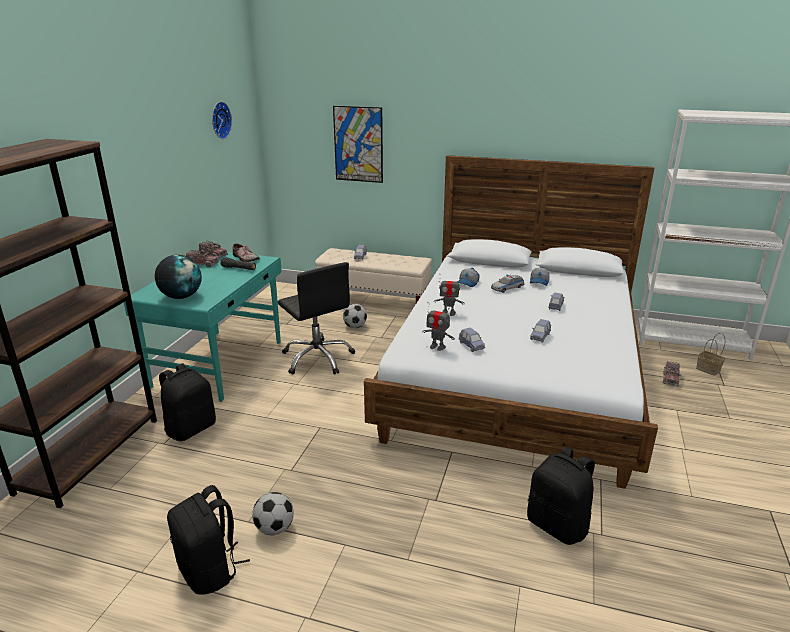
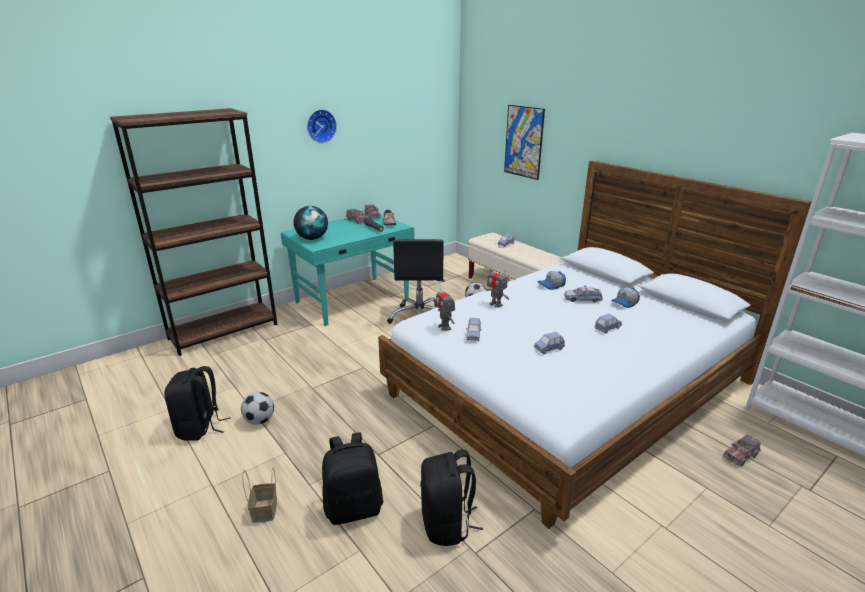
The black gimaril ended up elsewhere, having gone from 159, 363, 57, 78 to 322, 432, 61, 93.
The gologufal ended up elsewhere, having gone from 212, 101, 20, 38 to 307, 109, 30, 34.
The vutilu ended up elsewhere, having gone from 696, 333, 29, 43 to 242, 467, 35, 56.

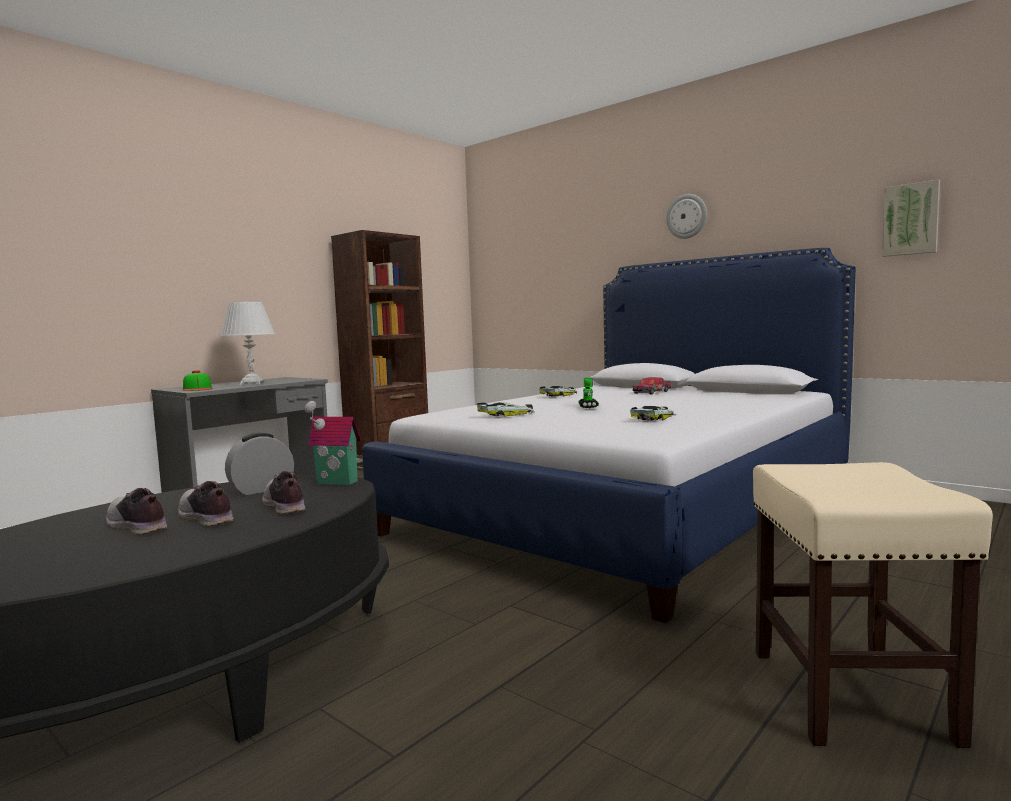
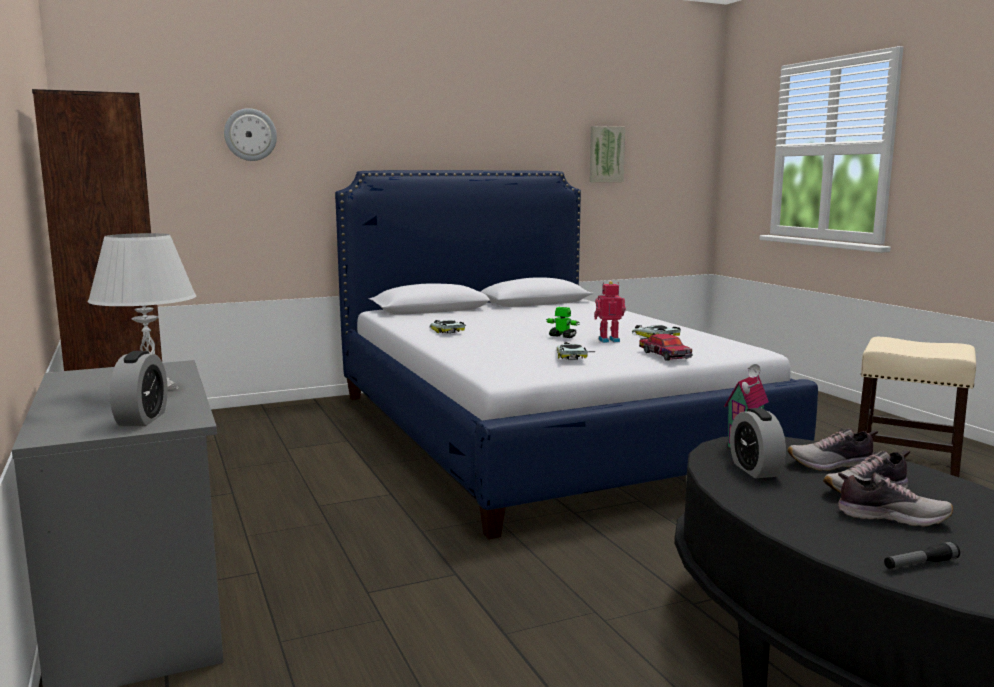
The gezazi at 106, 488, 62, 47 ended up facing another way, 135 degrees counterclockwise from before.
Where the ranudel stood at 182, 370, 31, 21, the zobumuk came to stand at 110, 351, 58, 75.
The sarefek ended up elsewhere, having gone from 633, 377, 38, 18 to 639, 334, 54, 27.
The gologufal ended up elsewhere, having gone from 666, 194, 41, 45 to 224, 108, 53, 53.
The second view gained the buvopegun at 594, 281, 32, 62.
The second view gained the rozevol at 884, 542, 76, 27.

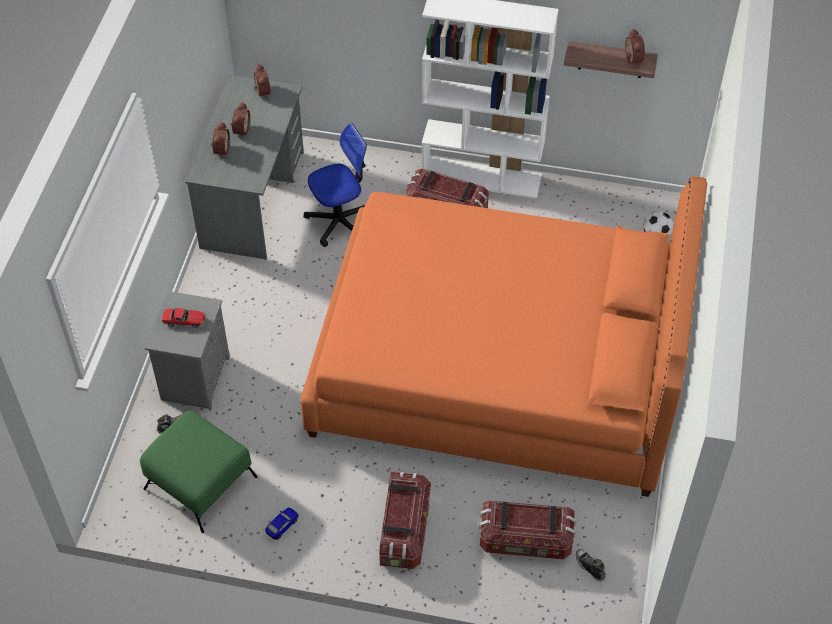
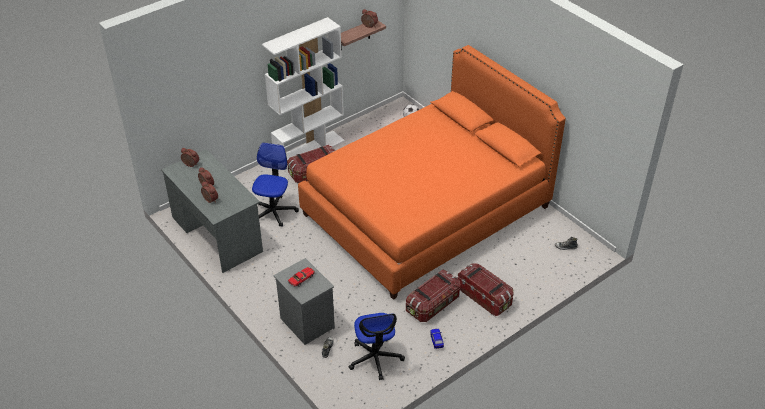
Where the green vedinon stood at 140, 410, 117, 123, the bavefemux came to stand at 349, 313, 56, 67.
The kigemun ended up elsewhere, having gone from 479, 501, 97, 58 to 406, 270, 54, 52.

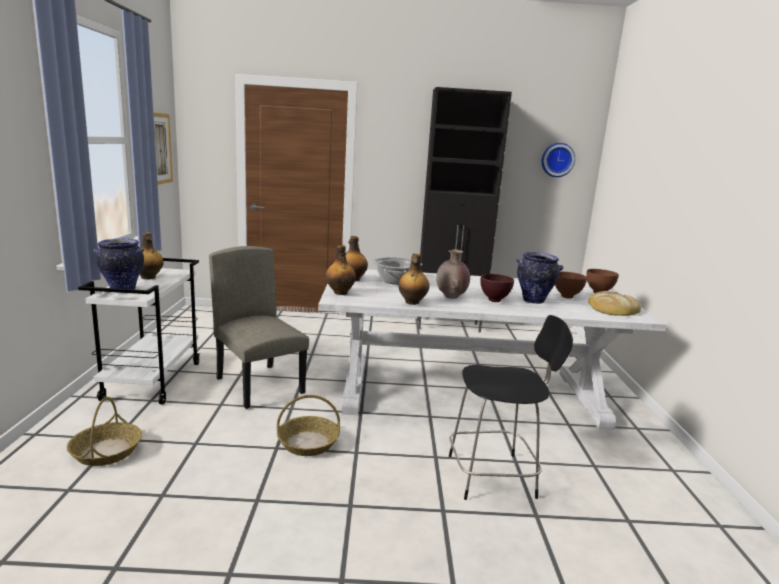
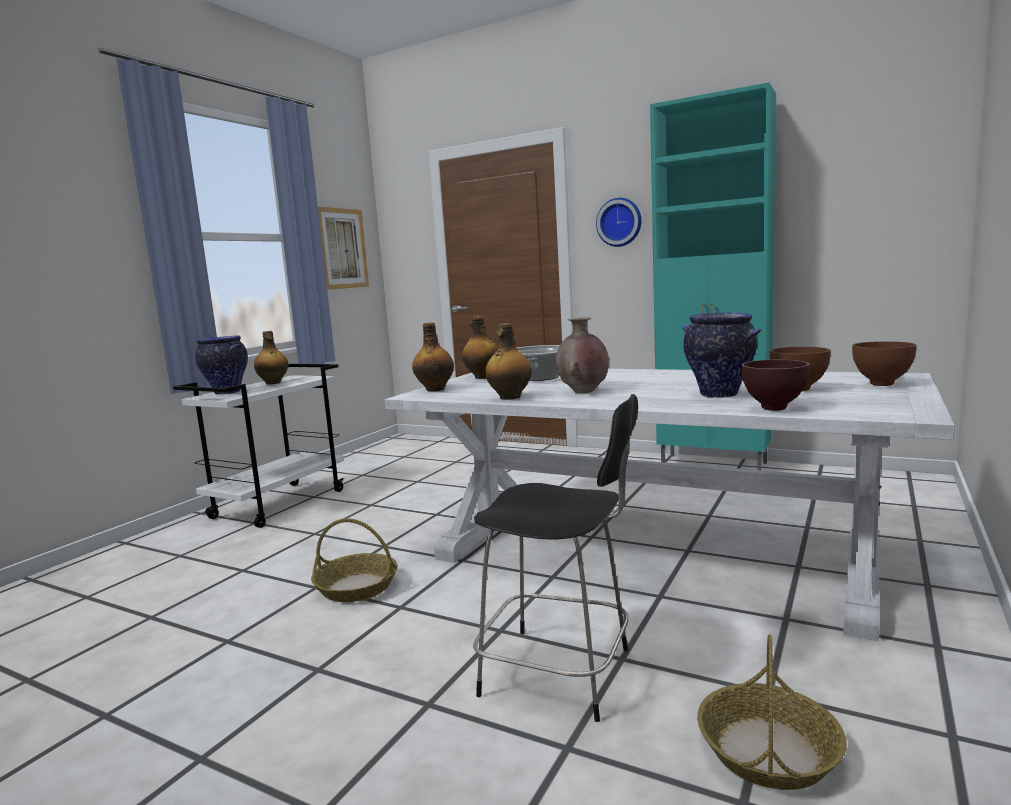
The vutilu ended up elsewhere, having gone from 67, 397, 75, 69 to 697, 634, 150, 156.
The second view lost the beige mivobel at 209, 246, 100, 163.
What was the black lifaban at 417, 87, 95, 246 turned into the turquoise lifaban at 650, 83, 126, 387.
The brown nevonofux ended up elsewhere, having gone from 480, 274, 34, 28 to 741, 360, 68, 51.
The gologufal ended up elsewhere, having gone from 542, 143, 33, 34 to 596, 198, 46, 49.
The second view lost the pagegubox at 588, 291, 53, 25.

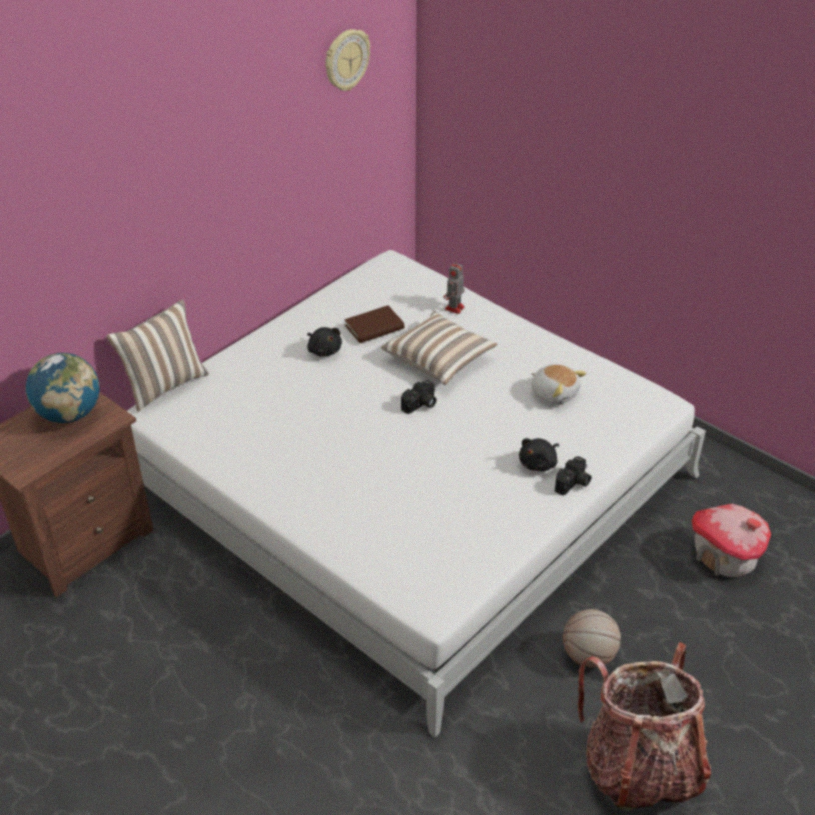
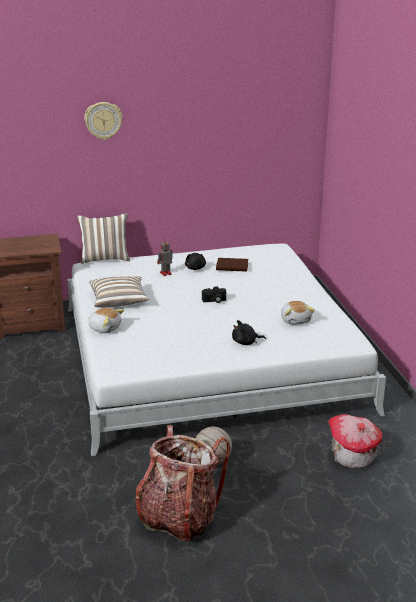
The second view lost the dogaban at 26, 353, 73, 70.
The gologufal ended up elsewhere, having gone from 325, 29, 45, 62 to 84, 102, 38, 38.
The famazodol ended up elsewhere, having gone from 381, 311, 117, 74 to 89, 276, 60, 32.
The buvopegun ended up elsewhere, having gone from 444, 262, 21, 52 to 157, 239, 16, 37.
The second view lost the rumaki at 555, 456, 37, 40.
The second view gained the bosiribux at 88, 308, 36, 25.

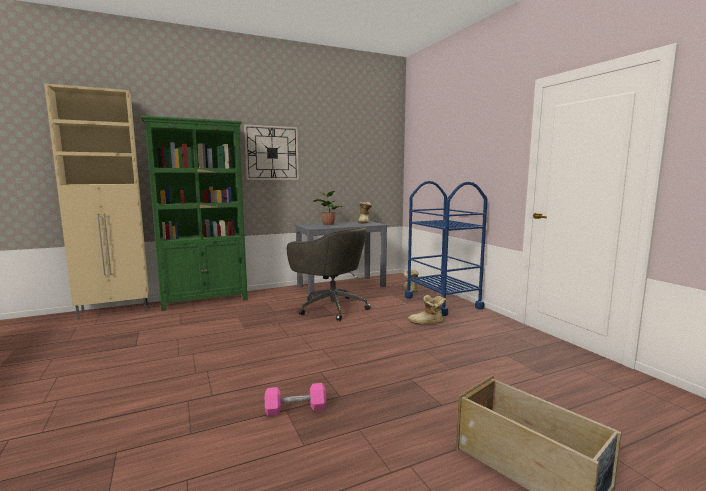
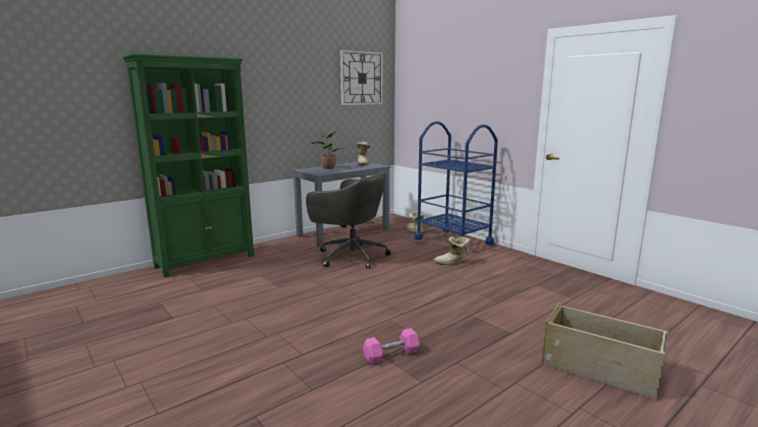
The second view lost the beige lifaban at 44, 83, 105, 237.
The gologufal ended up elsewhere, having gone from 244, 124, 55, 56 to 340, 50, 43, 55.

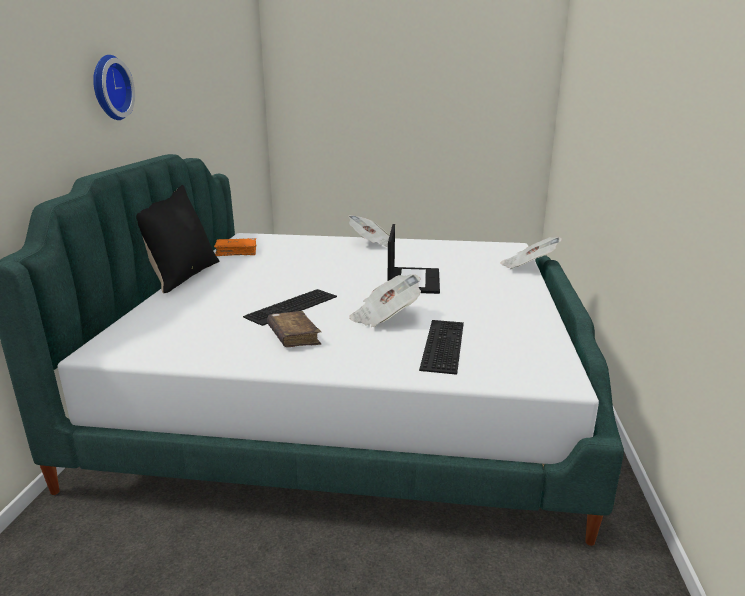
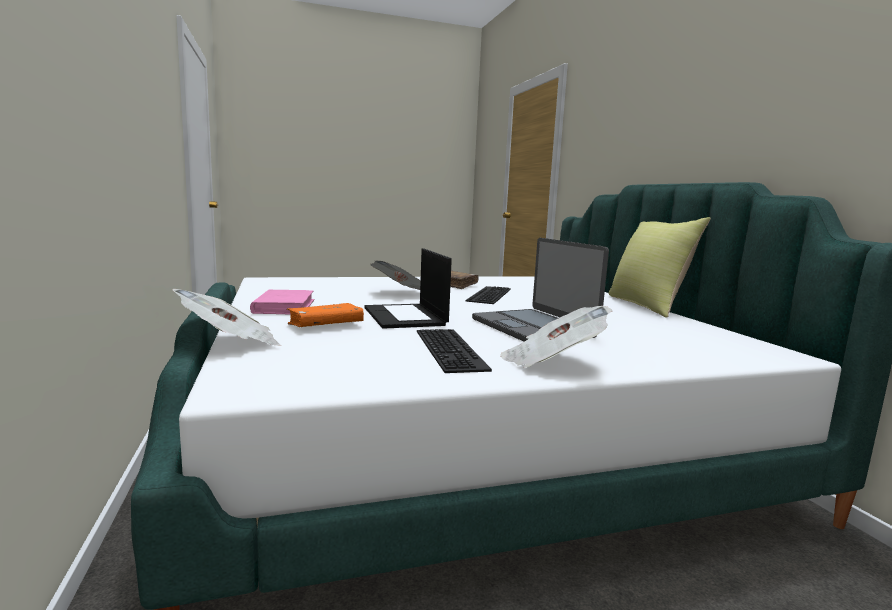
The second view lost the gologufal at 93, 55, 42, 65.
What was the black famazodol at 136, 185, 83, 108 turned into the yellow famazodol at 608, 217, 103, 101.
The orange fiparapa ended up elsewhere, having gone from 214, 238, 42, 18 to 287, 303, 77, 24.
The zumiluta ended up elsewhere, having gone from 419, 320, 45, 55 to 417, 329, 75, 44.
The second view gained the pink fiparapa at 250, 290, 64, 25.
The second view gained the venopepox at 472, 238, 137, 104.

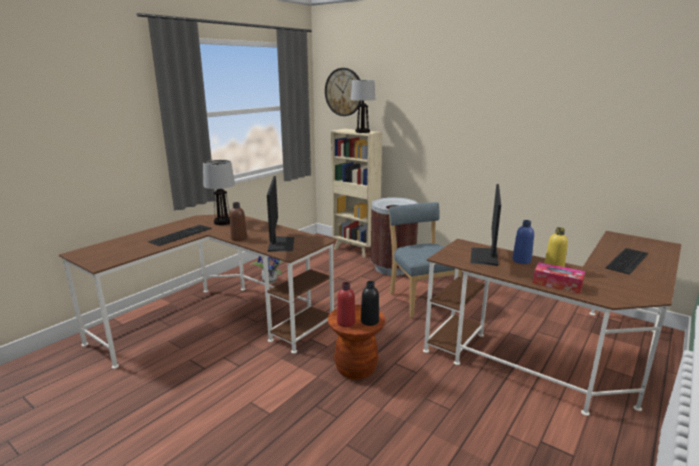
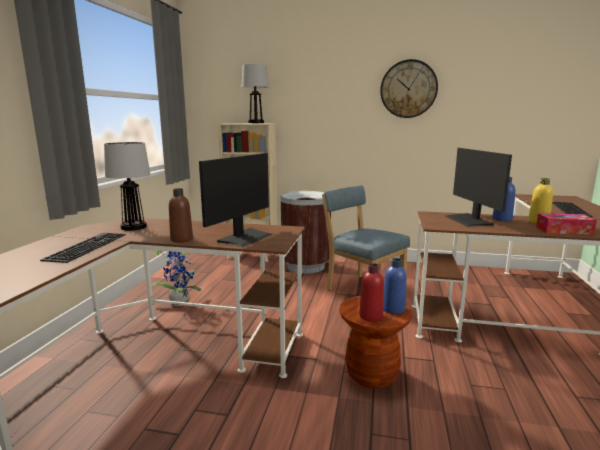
The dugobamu at 267, 176, 27, 76 ended up facing another way, 60 degrees clockwise from before.
The gologufal ended up elsewhere, having gone from 325, 68, 37, 48 to 380, 59, 58, 59.
What was the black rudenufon at 361, 281, 18, 45 turned into the blue rudenufon at 383, 258, 23, 56.

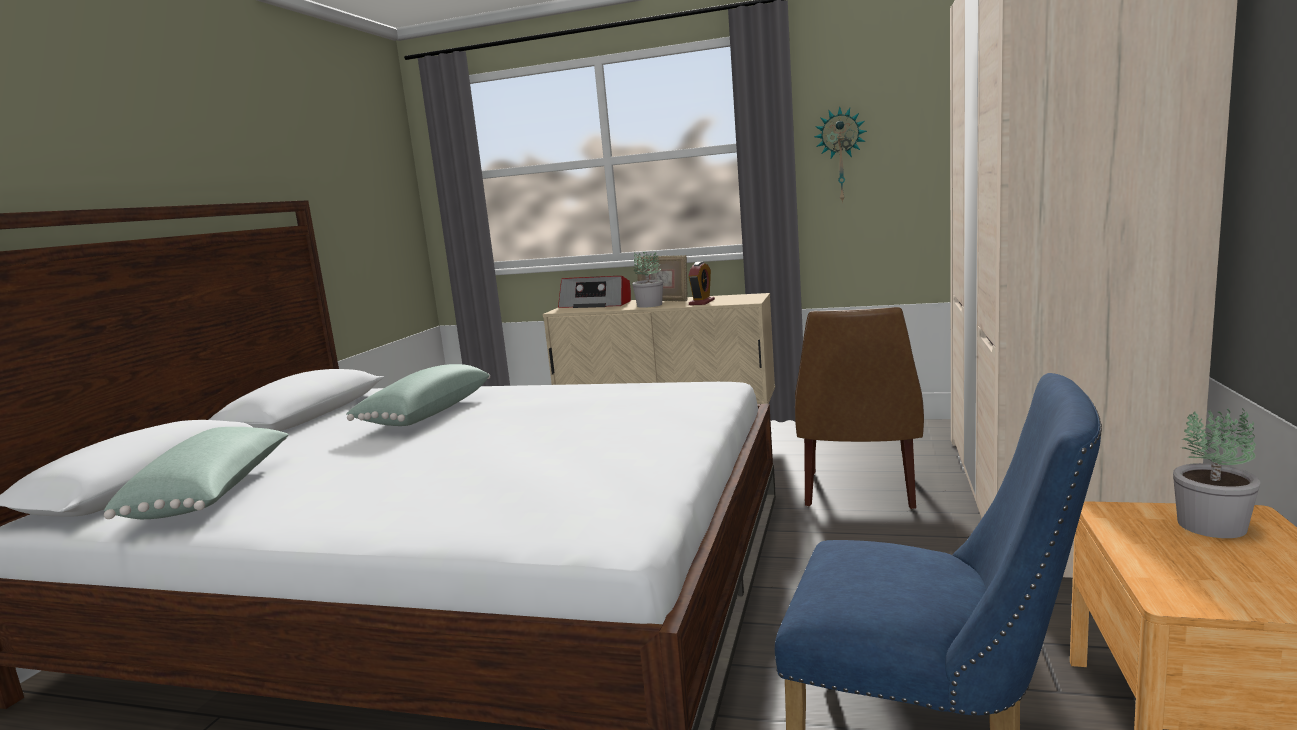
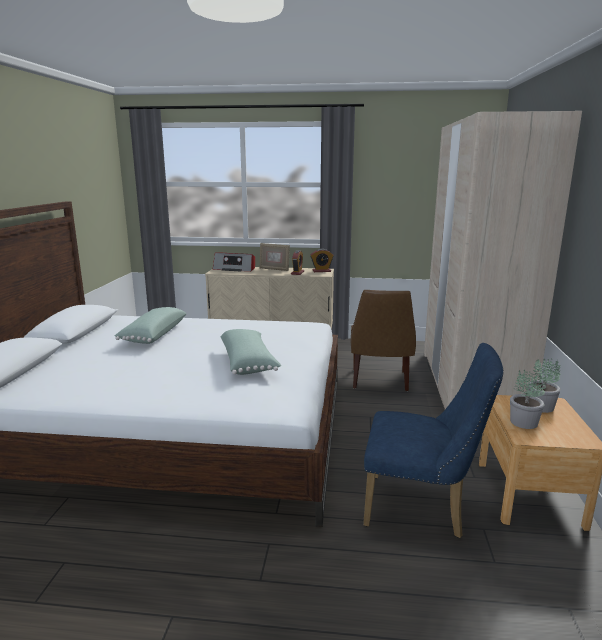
The green famazodol ended up elsewhere, having gone from 104, 427, 185, 92 to 221, 329, 60, 46.
The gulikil ended up elsewhere, having gone from 632, 251, 31, 57 to 510, 370, 36, 59.
The second view lost the gologufal at 814, 107, 53, 96.
The second view gained the zobumuk at 310, 249, 24, 23.

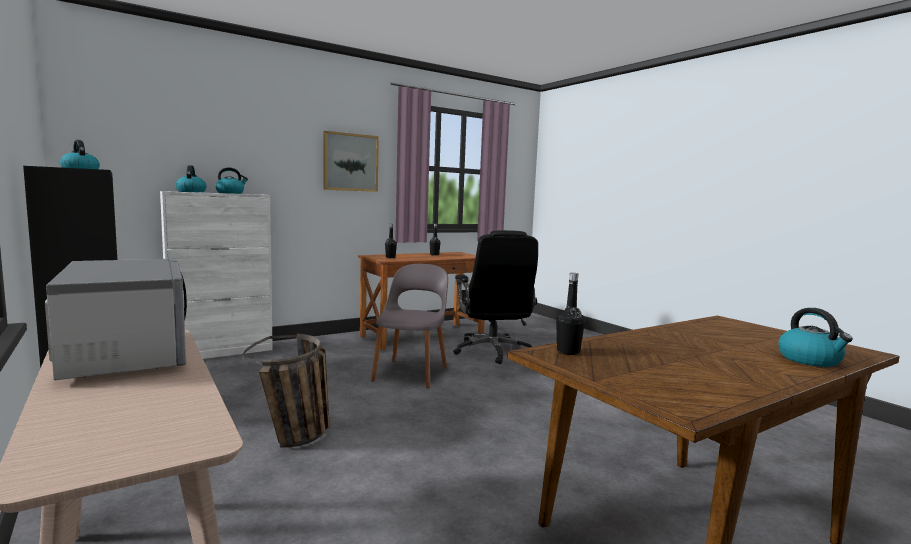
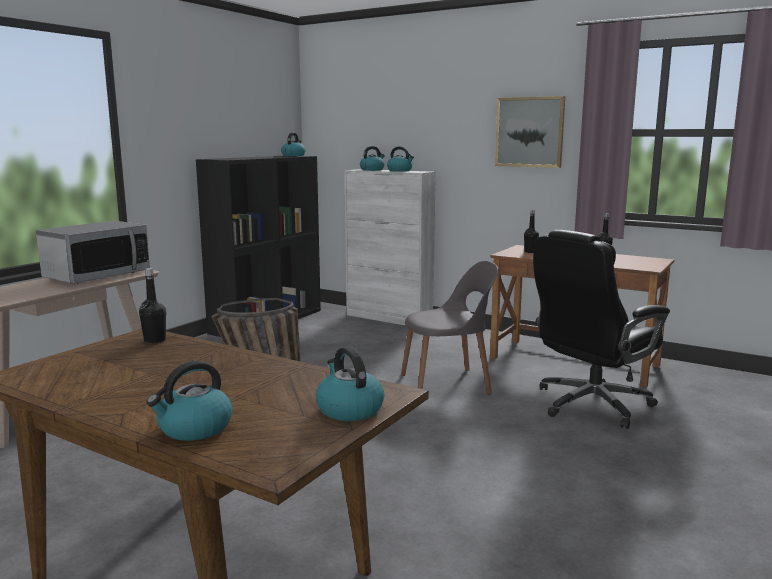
The second view gained the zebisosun at 316, 346, 68, 75.

